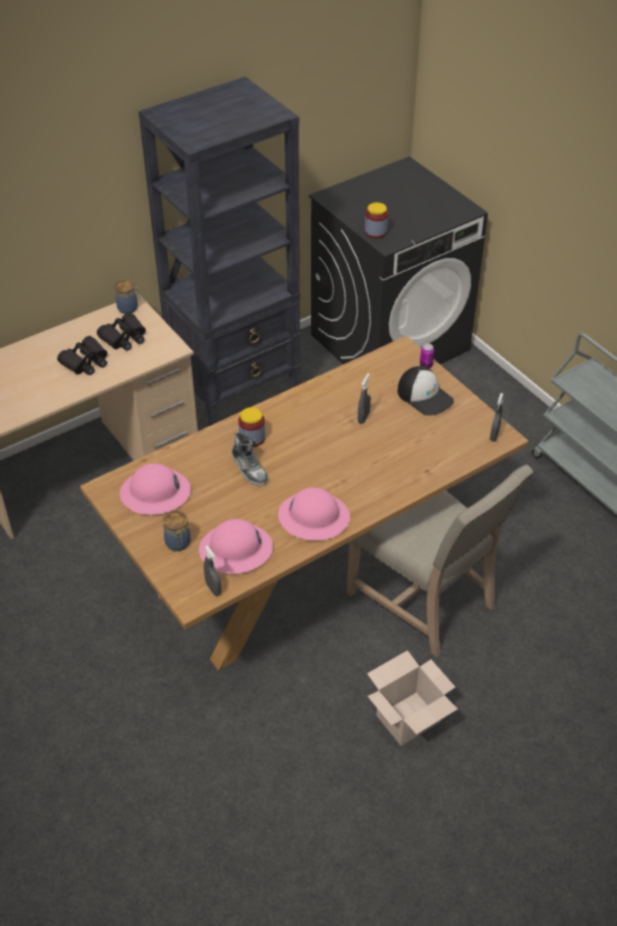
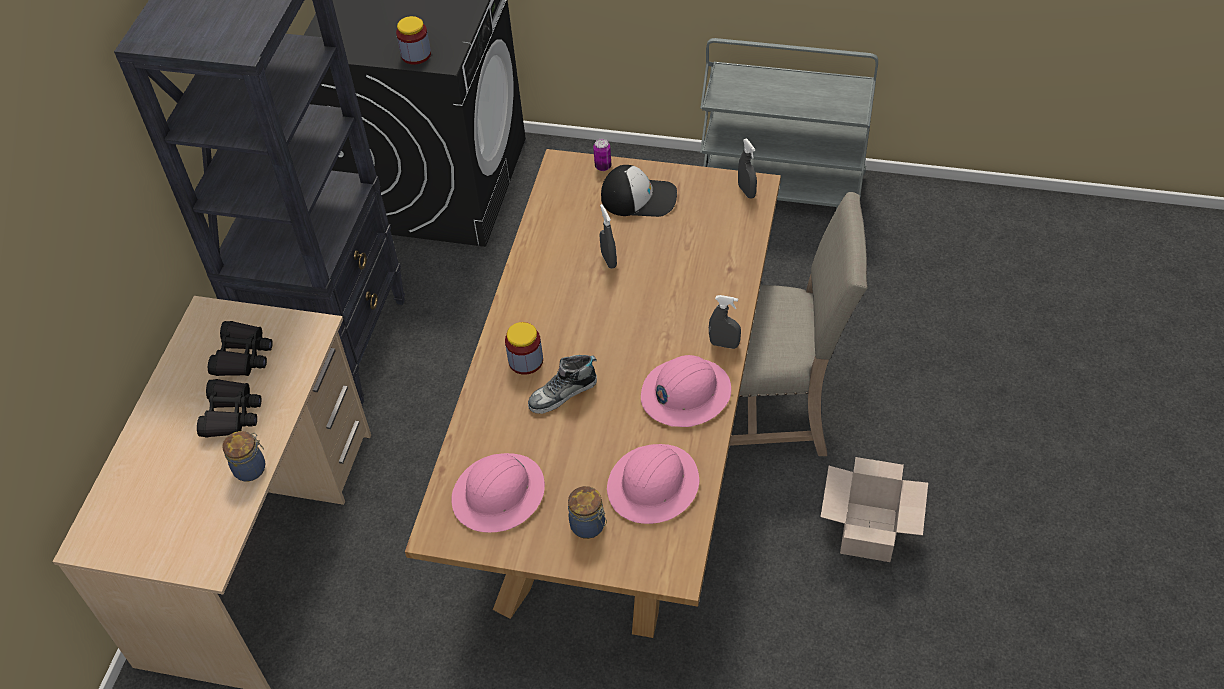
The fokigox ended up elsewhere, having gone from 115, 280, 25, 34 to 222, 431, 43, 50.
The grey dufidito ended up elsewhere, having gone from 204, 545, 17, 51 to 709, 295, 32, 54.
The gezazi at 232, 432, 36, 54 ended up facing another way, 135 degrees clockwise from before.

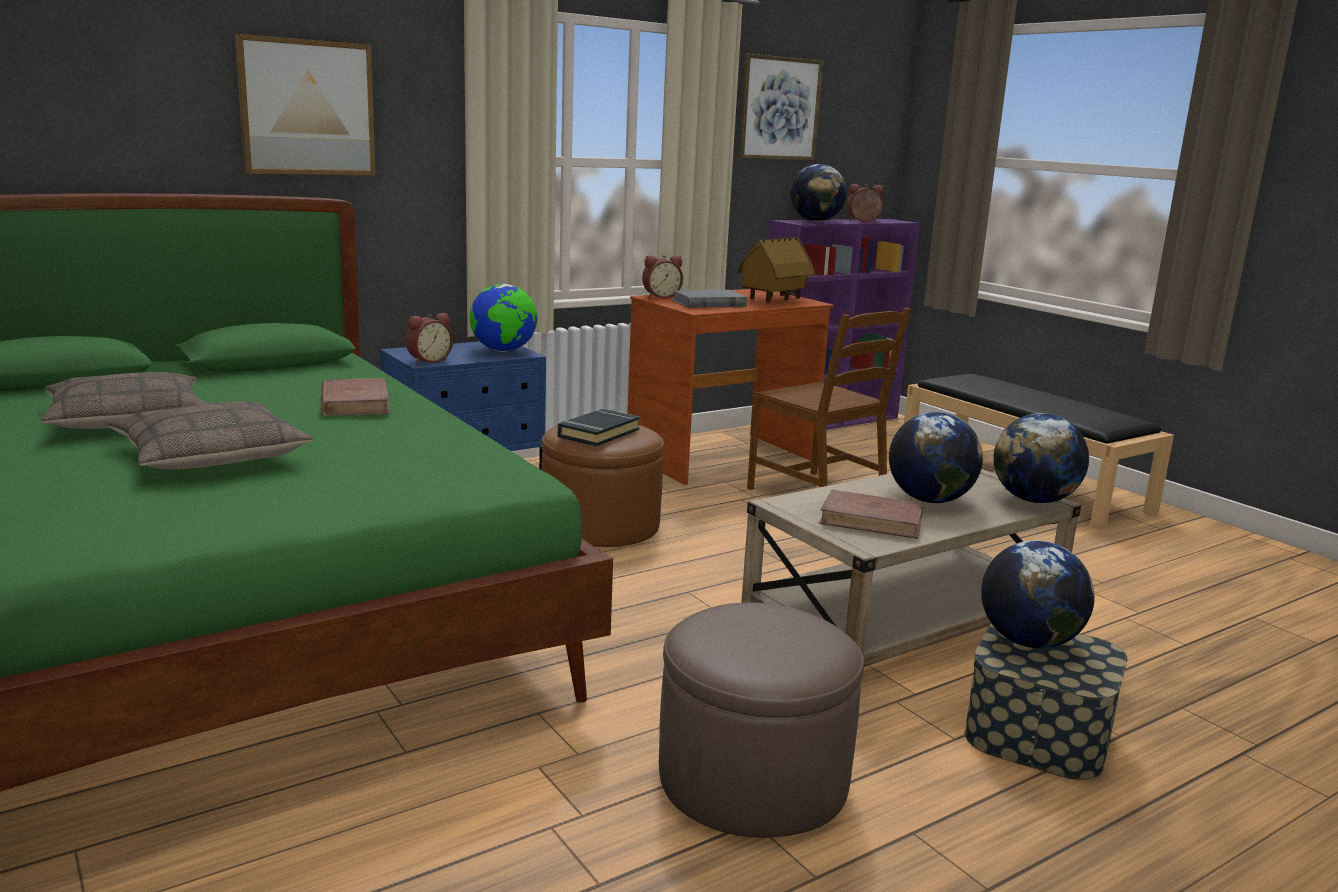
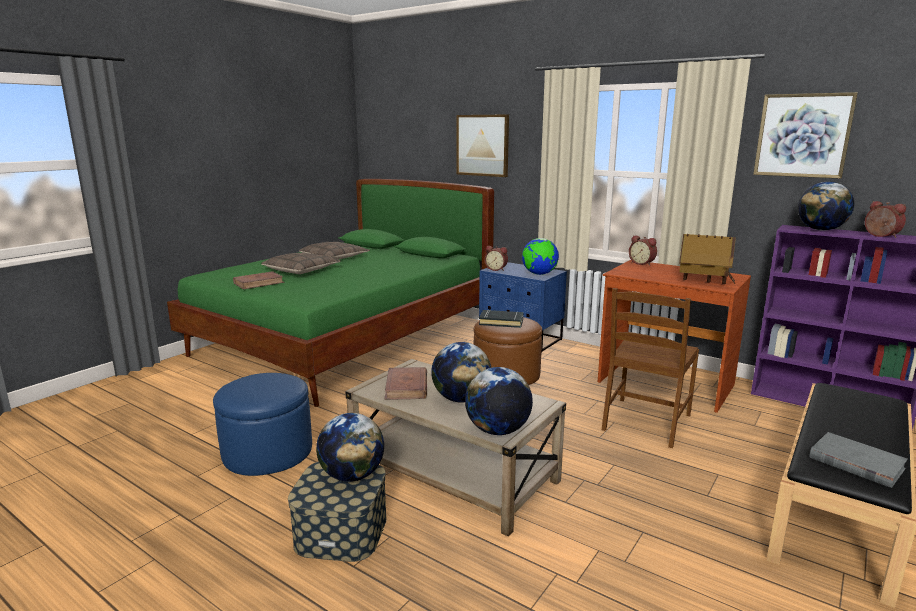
The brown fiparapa ended up elsewhere, having gone from 321, 378, 69, 38 to 233, 271, 52, 18.
What was the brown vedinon at 659, 603, 205, 235 turned into the blue vedinon at 213, 373, 99, 103.
The grey fiparapa ended up elsewhere, having gone from 671, 290, 76, 18 to 809, 432, 99, 56.

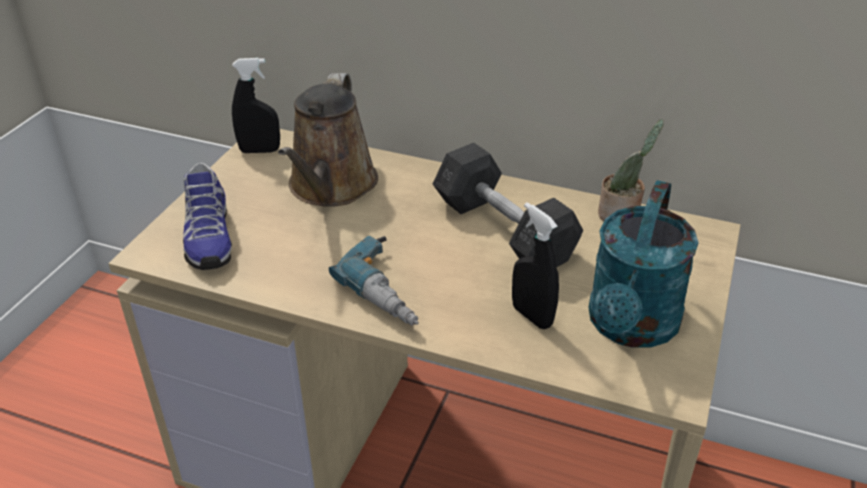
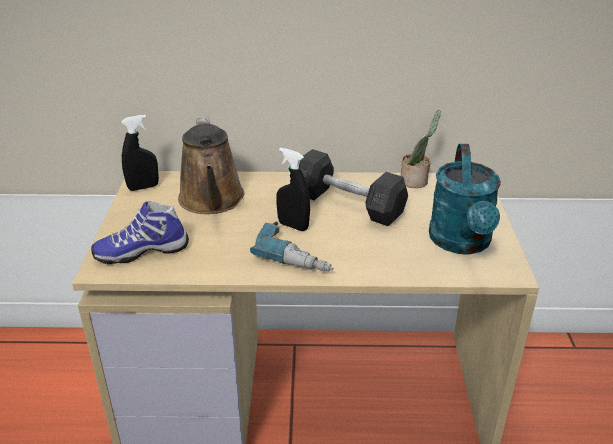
The gezazi at 183, 163, 49, 107 ended up facing another way, 105 degrees clockwise from before.
The black dufidito ended up elsewhere, having gone from 512, 202, 47, 127 to 276, 148, 34, 83.

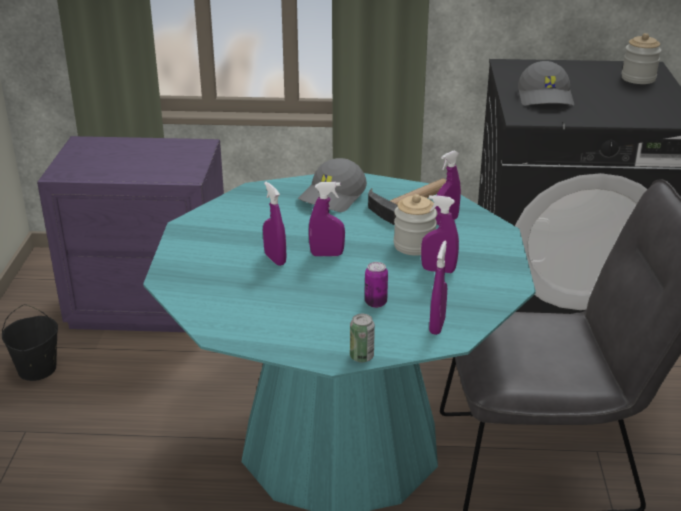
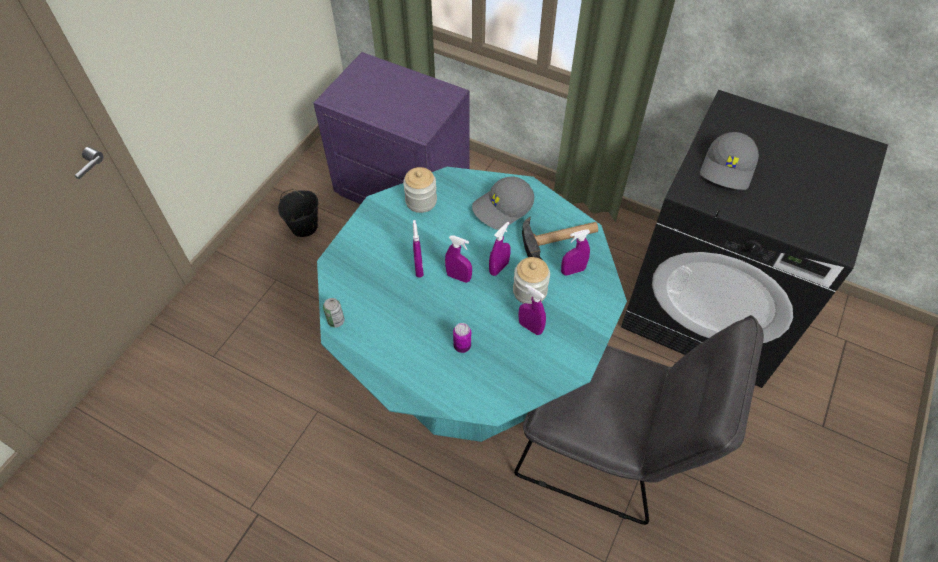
The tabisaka ended up elsewhere, having gone from 350, 314, 25, 48 to 323, 298, 22, 30.
The purple dufidito ended up elsewhere, having gone from 429, 241, 18, 94 to 489, 222, 22, 54.
The fokigox ended up elsewhere, having gone from 621, 33, 41, 51 to 403, 167, 34, 46.

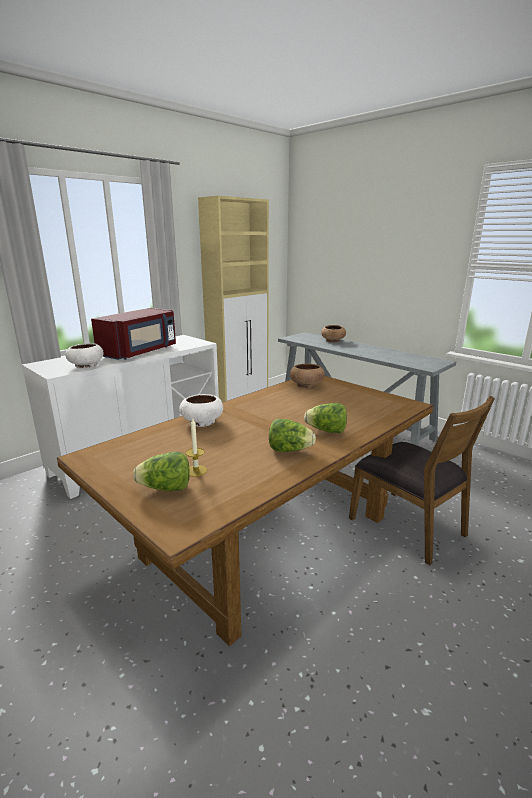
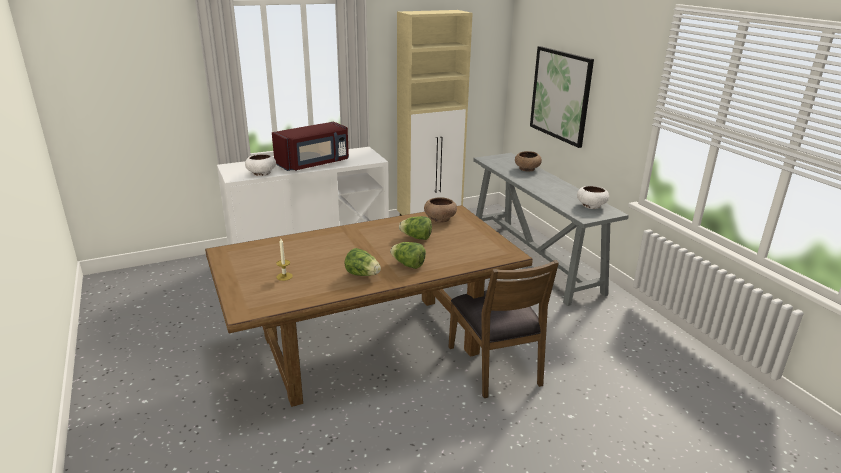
The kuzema ended up elsewhere, having gone from 133, 452, 57, 39 to 399, 216, 33, 24.
The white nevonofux ended up elsewhere, having gone from 179, 394, 44, 33 to 577, 186, 32, 23.
The second view gained the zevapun at 530, 46, 64, 102.

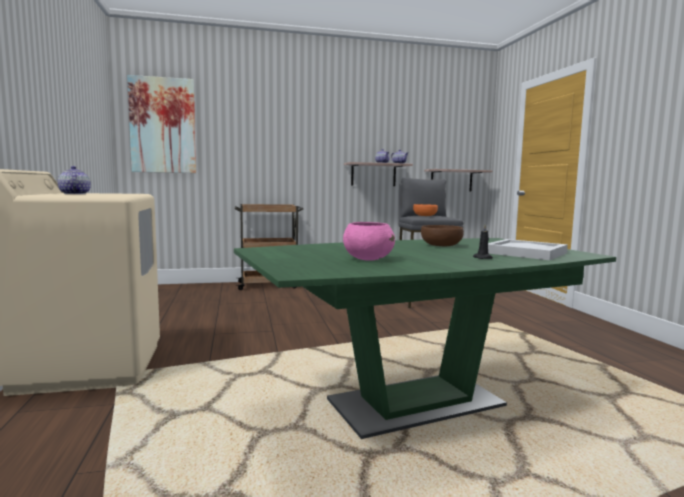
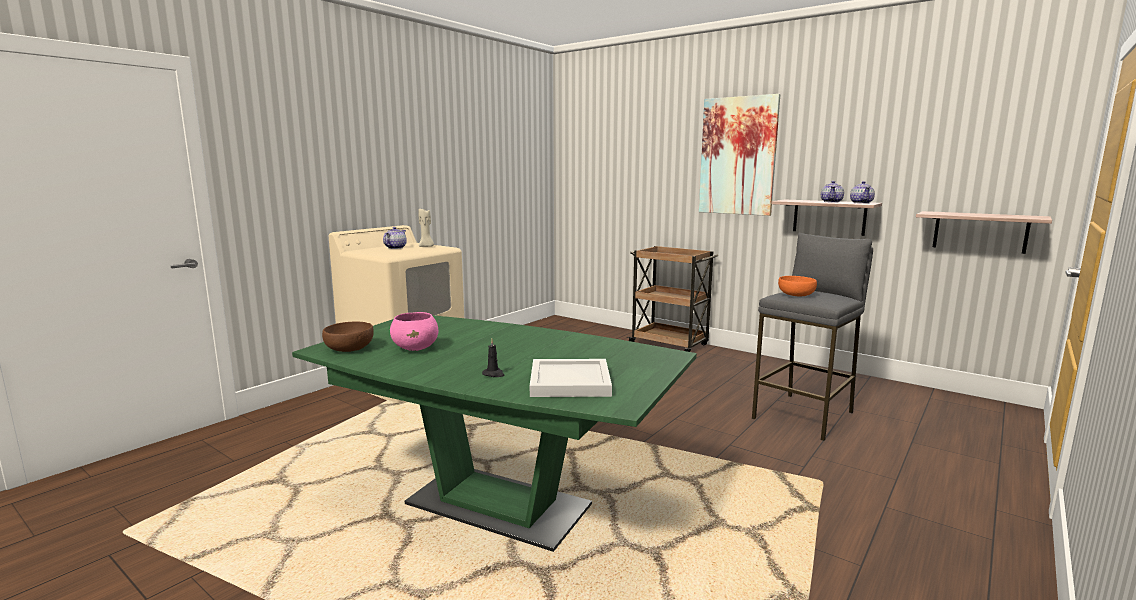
The zevapun ended up elsewhere, having gone from 127, 75, 69, 98 to 699, 94, 81, 122.
The brown nevonofux ended up elsewhere, having gone from 421, 225, 43, 21 to 322, 322, 52, 30.
The second view gained the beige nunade at 418, 209, 16, 38.

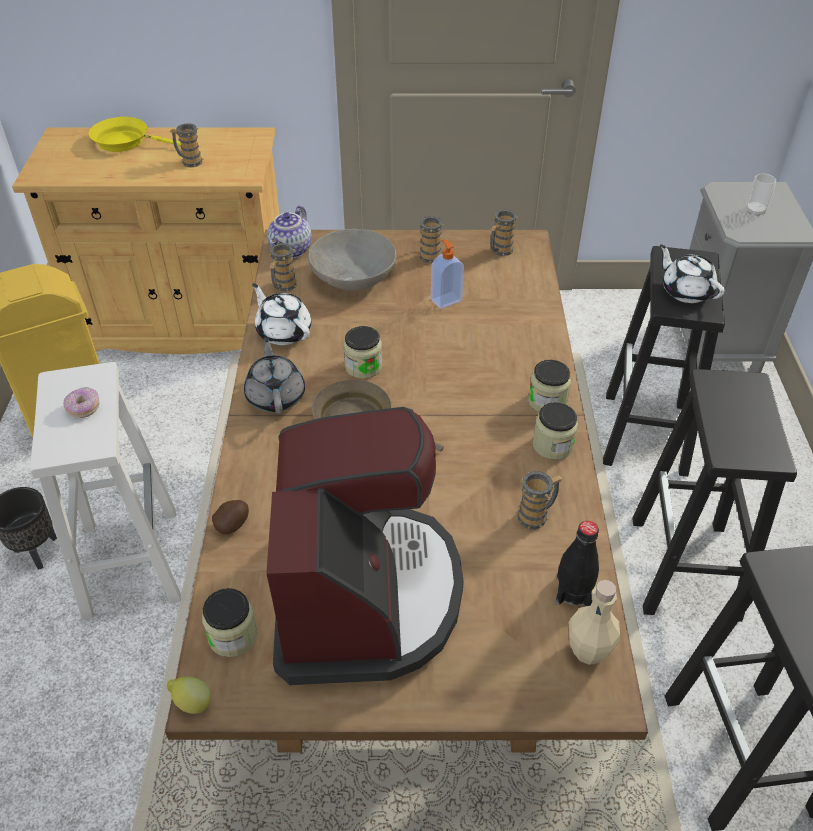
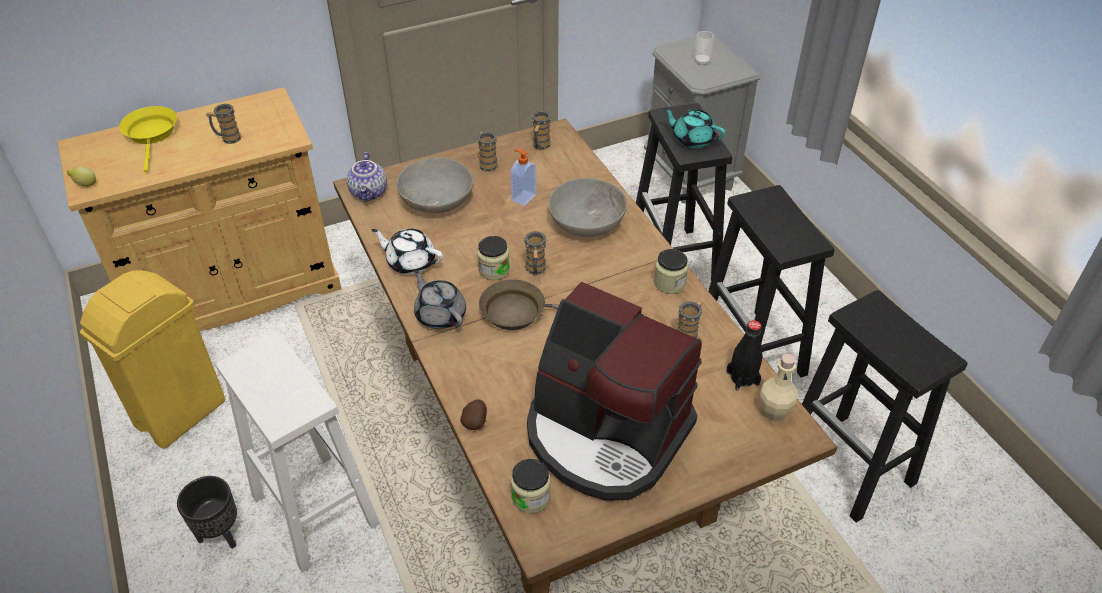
The second view lost the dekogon at 63, 387, 36, 31.
The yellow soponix at 89, 117, 92, 35 ended up facing another way, 90 degrees clockwise from before.
The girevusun ended up elsewhere, having gone from 167, 676, 44, 38 to 67, 167, 30, 20.
The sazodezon at 266, 407, 198, 278 ended up facing another way, 150 degrees clockwise from before.
The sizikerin ended up elsewhere, having gone from 269, 243, 29, 49 to 522, 231, 26, 44.
The second view lost the fokigox at 528, 360, 43, 52.
What was the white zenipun at 660, 244, 65, 59 turned into the turquoise zenipun at 663, 108, 63, 40.
The second view gained the grey nevonofux at 548, 178, 79, 59.

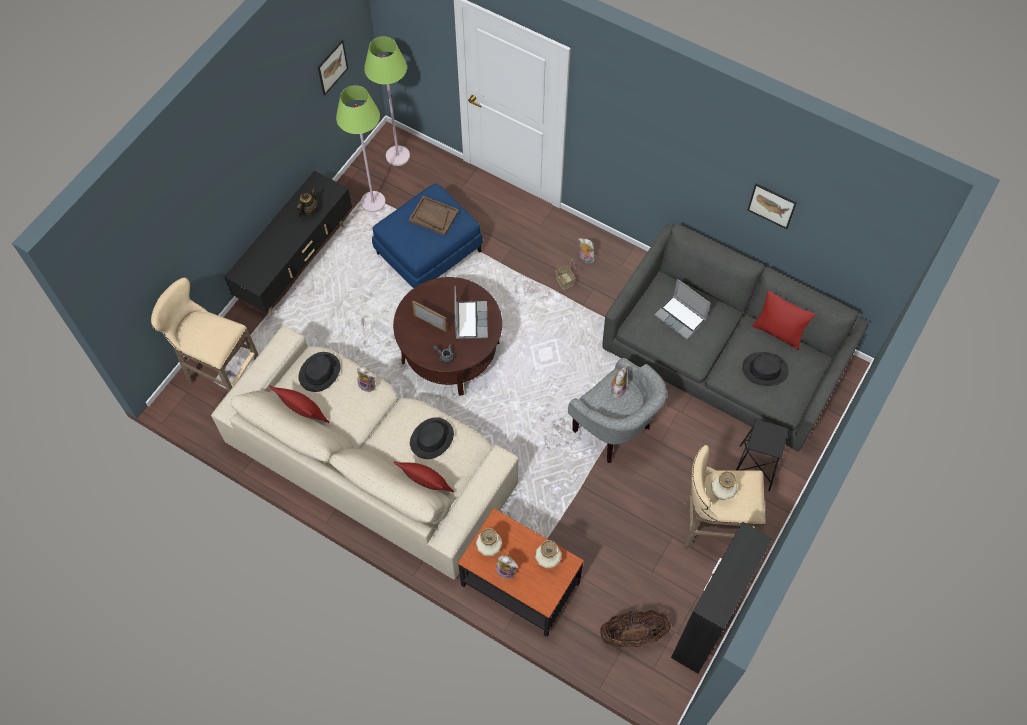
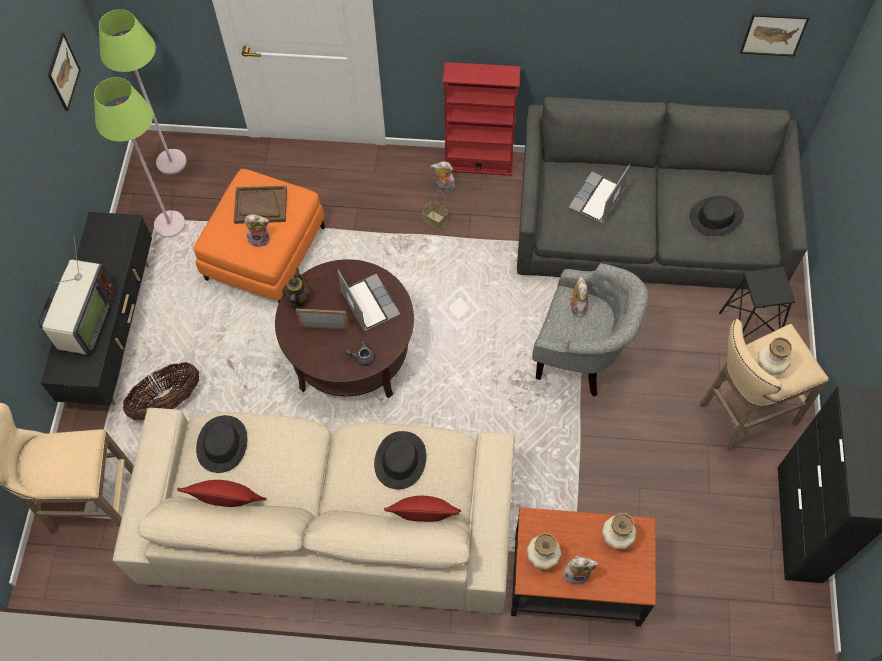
The zenipun ended up elsewhere, having gone from 297, 188, 20, 29 to 282, 268, 29, 43.
The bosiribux ended up elsewhere, having gone from 357, 366, 19, 26 to 244, 214, 26, 33.
What was the blue vedinon at 372, 183, 111, 105 turned into the orange vedinon at 193, 169, 132, 134.
The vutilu ended up elsewhere, having gone from 600, 610, 71, 37 to 123, 362, 76, 58.
The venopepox at 655, 279, 56, 60 ended up facing another way, 105 degrees clockwise from before.
The zevapun ended up elsewhere, having gone from 747, 183, 50, 46 to 740, 14, 69, 43.
The second view lost the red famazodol at 752, 290, 64, 60.
The second view gained the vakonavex at 38, 239, 78, 116.
The second view gained the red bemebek at 442, 62, 78, 114.

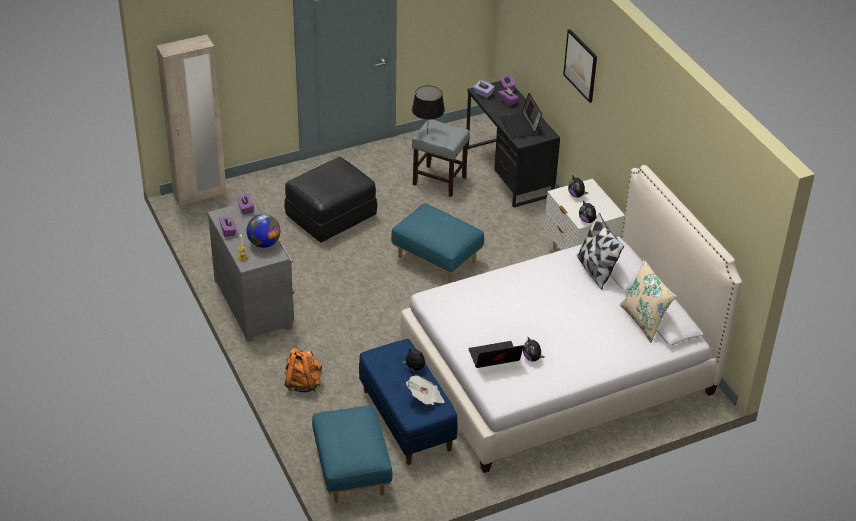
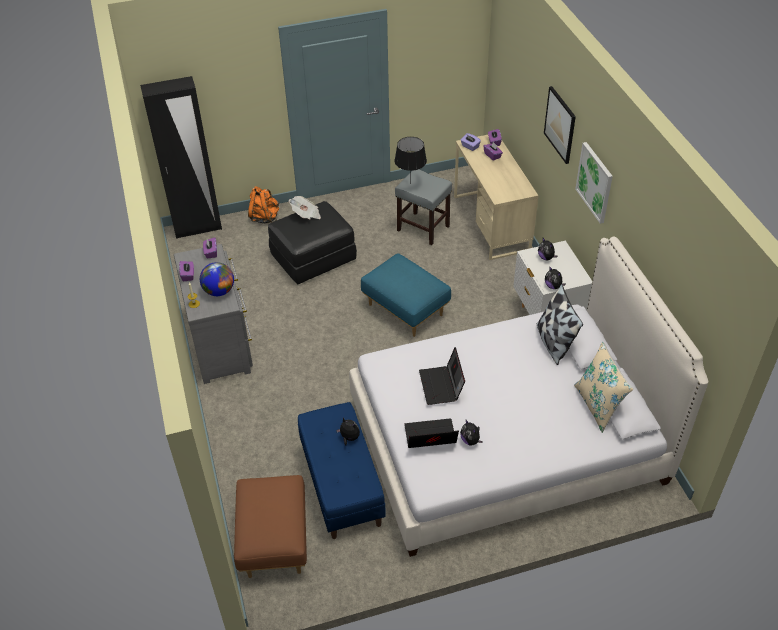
What was the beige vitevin at 156, 35, 71, 171 turned into the black vitevin at 140, 76, 82, 163.
The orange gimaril ended up elsewhere, having gone from 284, 348, 38, 44 to 248, 186, 31, 38.
What was the blue vedinon at 312, 406, 80, 97 turned into the brown vedinon at 234, 475, 73, 103.
The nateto ended up elsewhere, having gone from 406, 376, 39, 29 to 289, 196, 32, 23.
What was the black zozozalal at 466, 81, 94, 127 turned into the beige zozozalal at 454, 135, 85, 125.
The venopepox ended up elsewhere, having gone from 499, 93, 43, 45 to 419, 347, 46, 58.
The second view gained the zevapun at 575, 142, 38, 82.

